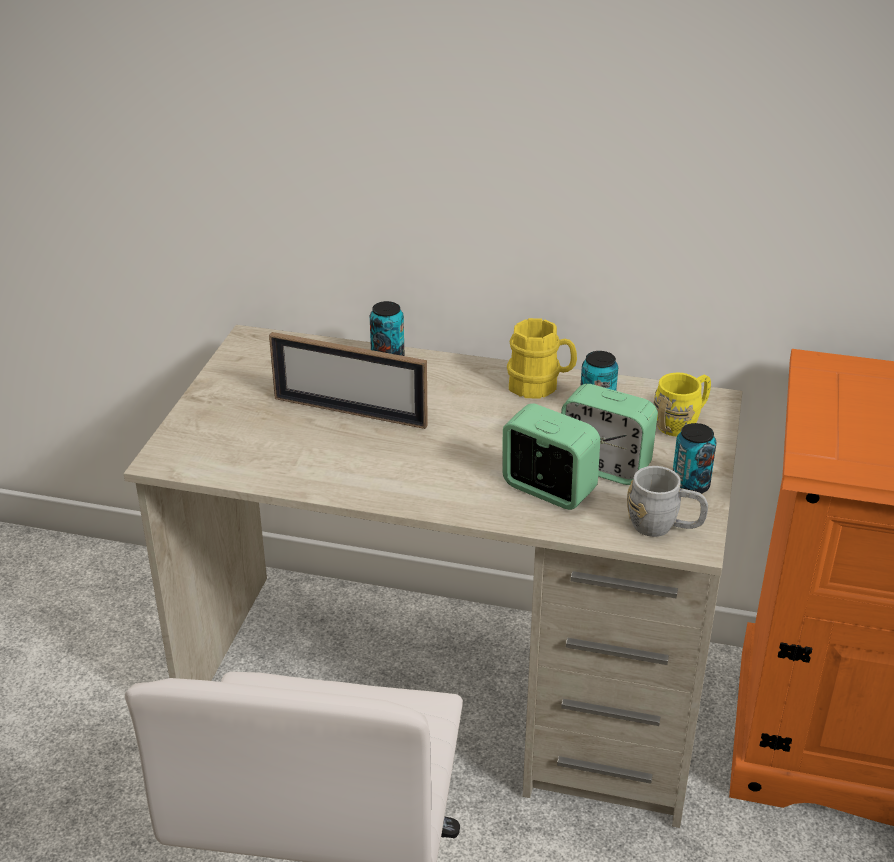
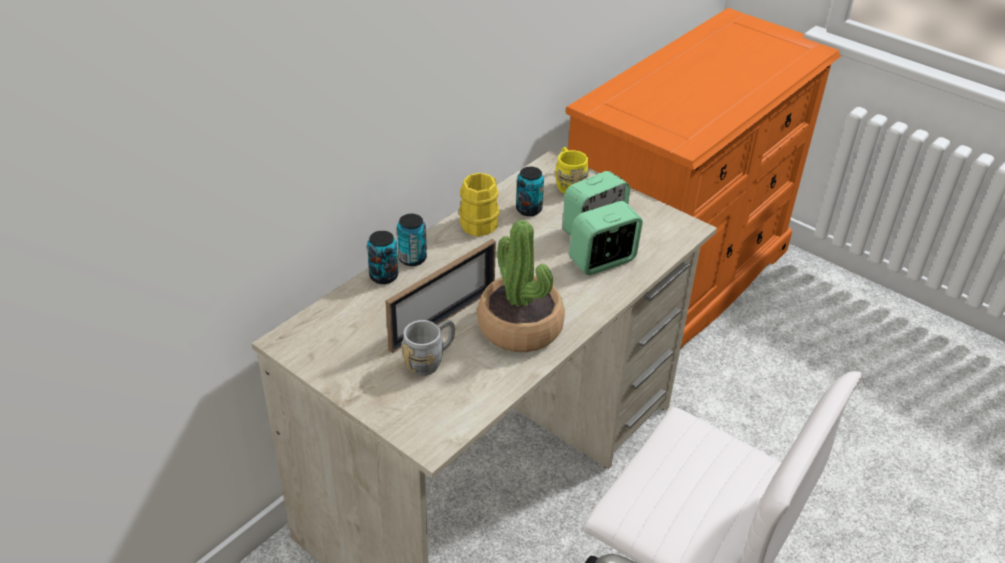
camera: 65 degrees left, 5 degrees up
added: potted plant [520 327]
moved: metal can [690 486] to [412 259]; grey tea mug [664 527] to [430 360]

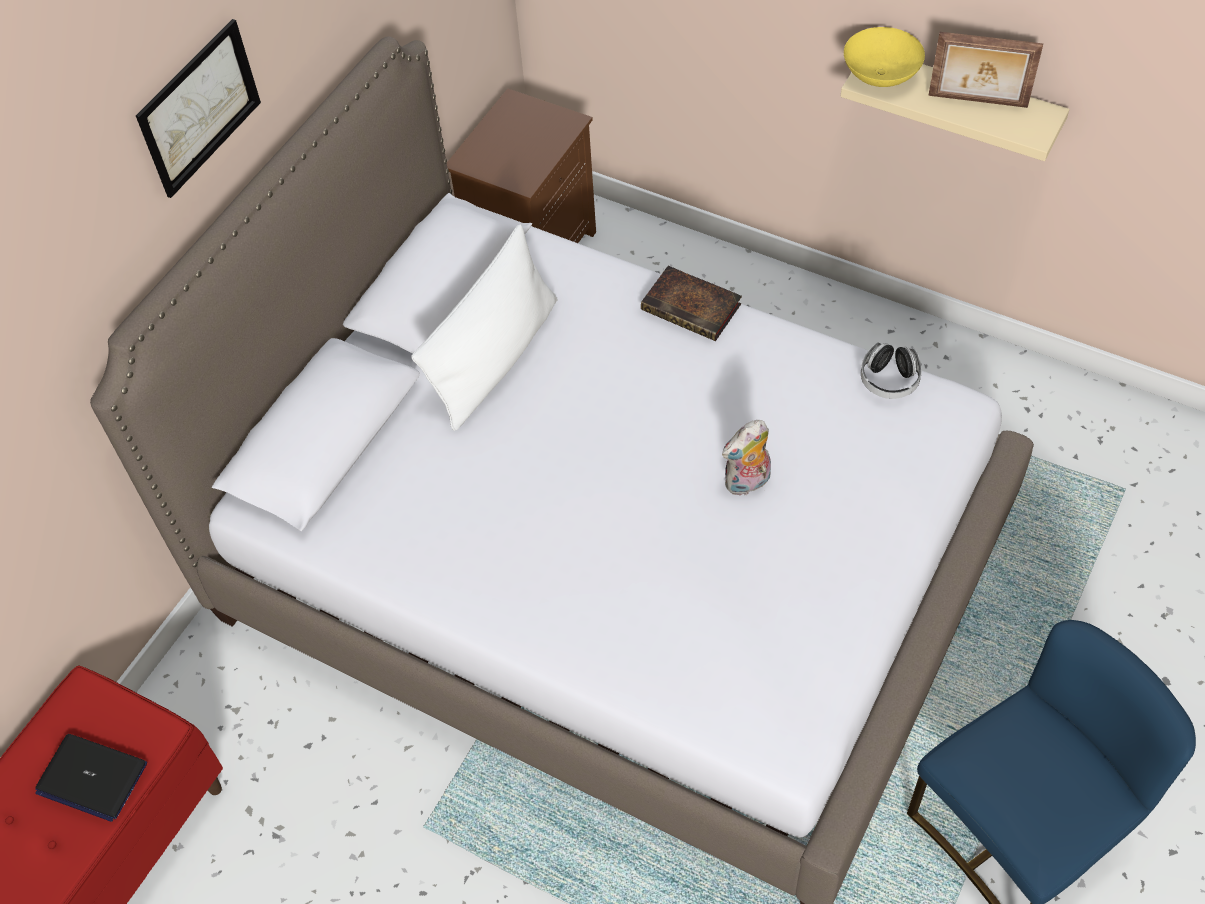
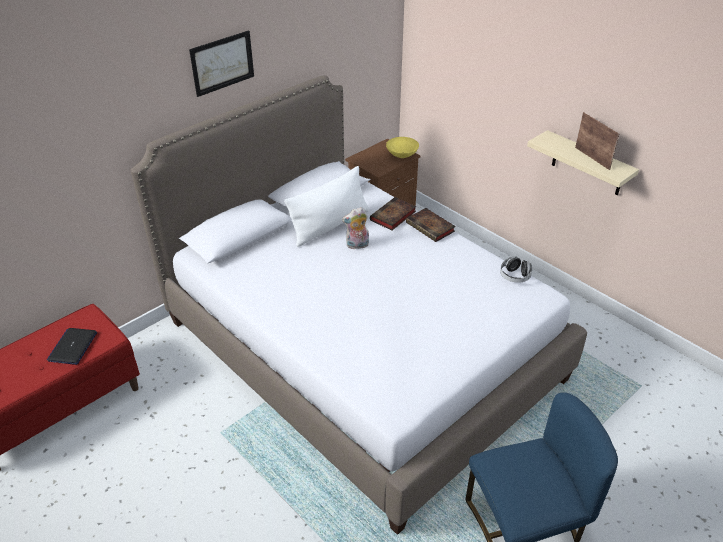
camera: 15 degrees right, 15 degrees down
added: bound book [392 216]
moved: cuddly toy [747 483] to [357 245]; yellow-coloured bowl [879 77] to [401 155]
turned: portable computer [91 778] = [73 346] 60 degrees clockwise; photo frame [977 102] = [592 158] 150 degrees counterclockwise

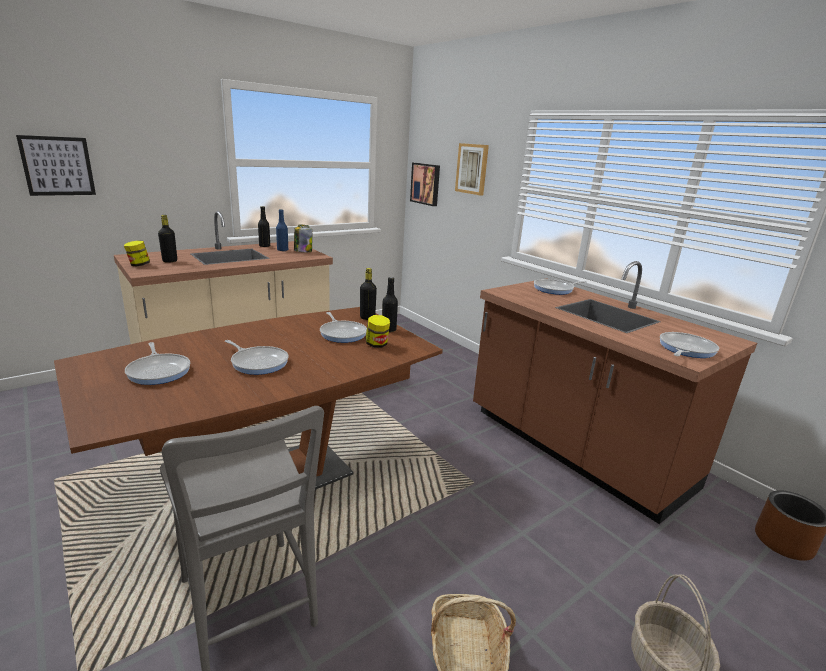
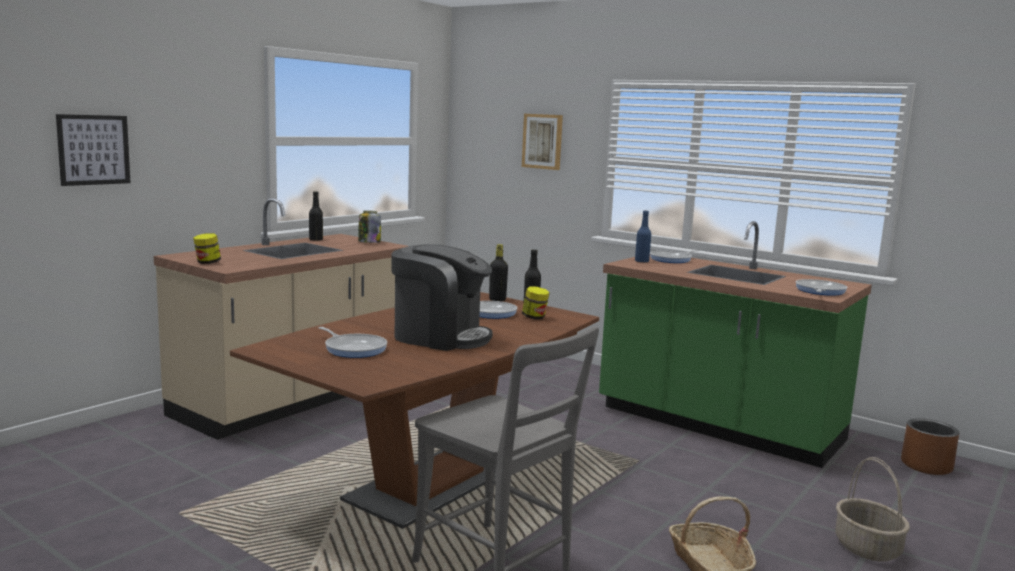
camera: 15 degrees left, 10 degrees down
removed: blackish bottle [170 261]; wall picture [426 184]
moved: bluish bottle [282 250] to [641 261]
replaced: pan [258 362] to coffee brewer [440 337]
recoloured: brown-coloured kitchen counter [574 448] to greenish kitchen counter [718 425]

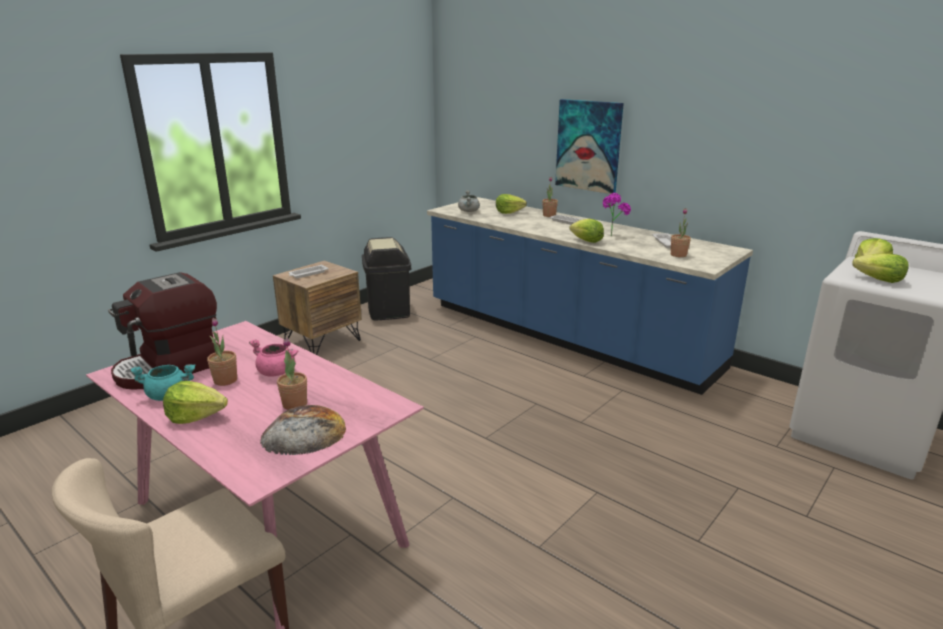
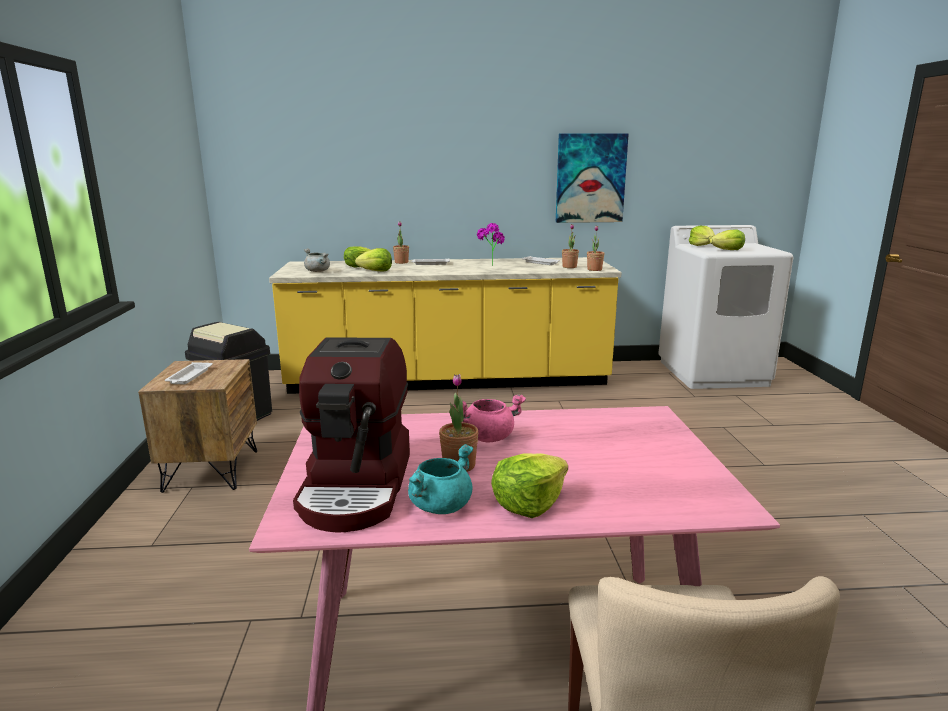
camera: 45 degrees left, 5 degrees down
removed: bread [304 433]
moved: head of lettuce [586 241] to [376 271]; wall picture [588 146] to [590 178]; potted plant [295 404] to [594 269]
recoloured: bluish kitchen counter [566 336] to yellow-coloured kitchen counter [448 380]

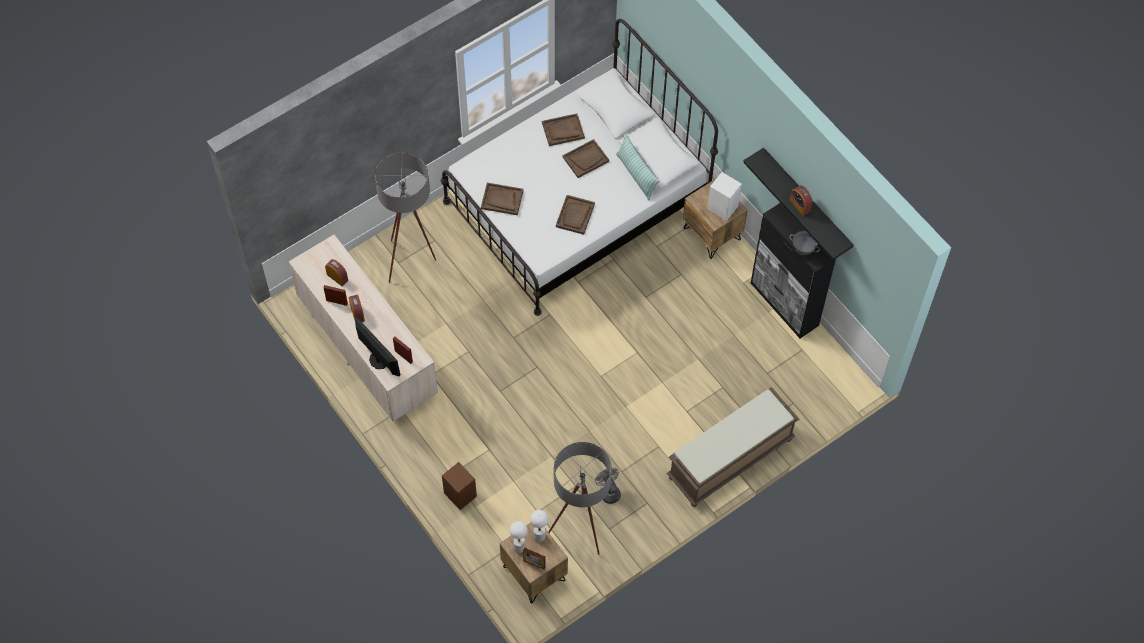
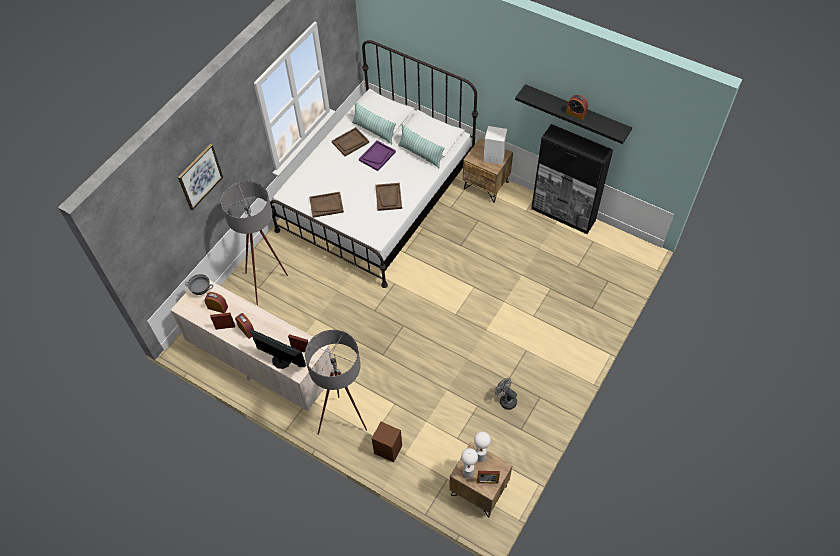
camera: 20 degrees left, 5 degrees down
removed: brown-coloured long seat [730 459]
added: wall picture [200 176]; cushion [374 131]
moved: grey bowl [803 249] to [201 291]; grey standard lamp [580 537] to [346 422]
recoloured: brown-coloured tray [585 159] to purplish tray [377 156]

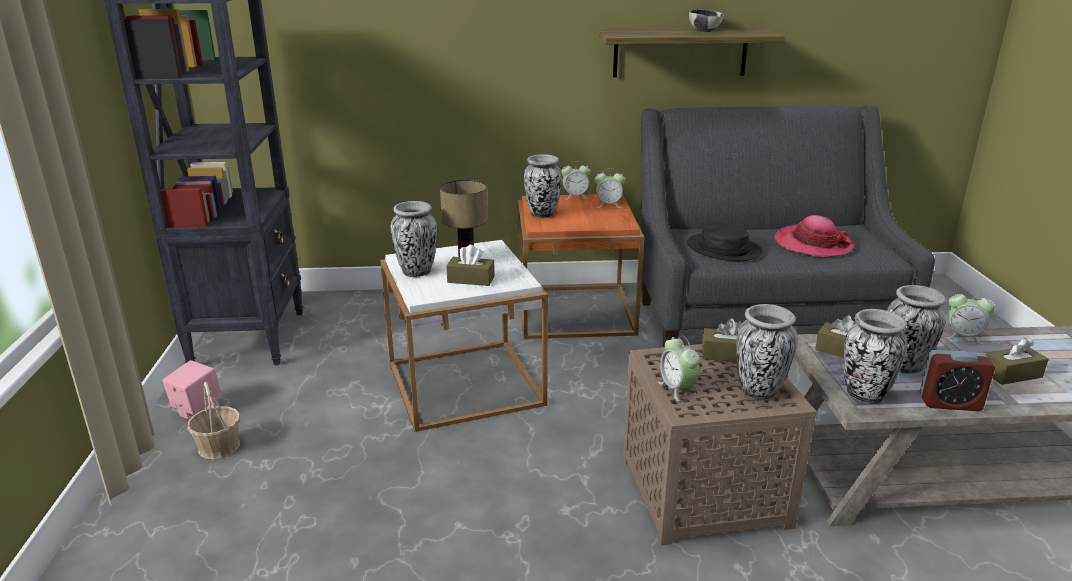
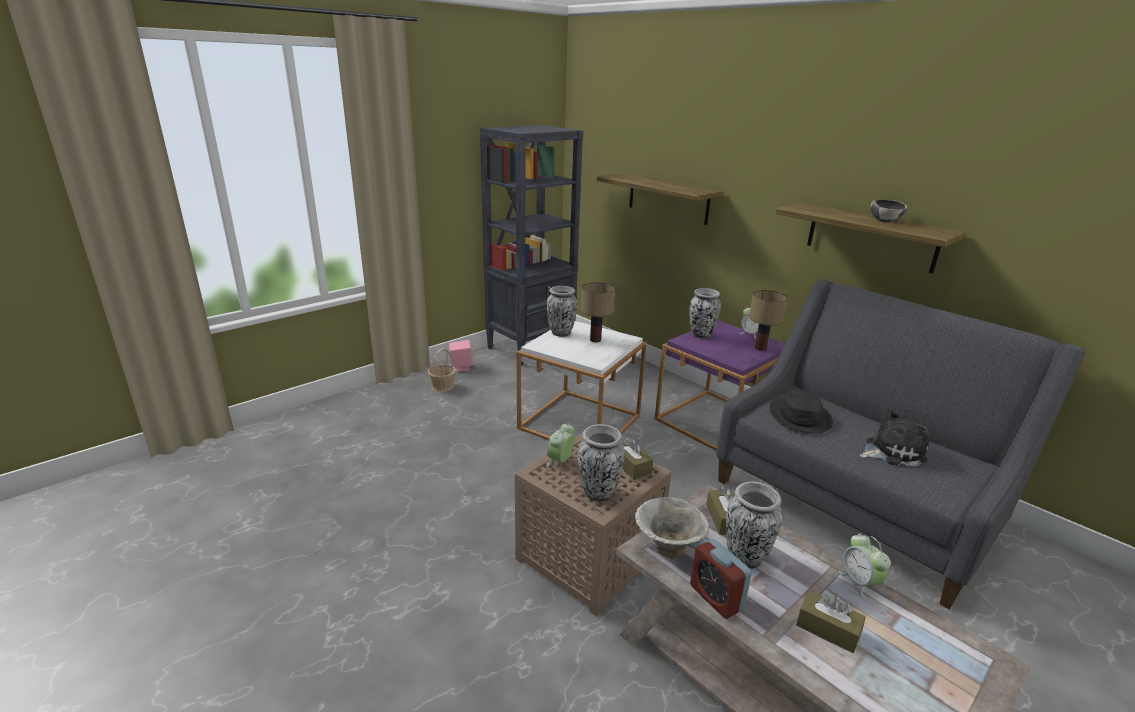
camera: 50 degrees right, 0 degrees up
removed: brown-coloured box of tissues [471 279]
added: bracket shelf [668 198]
replaced: flower vase [864 395] to bowl [667 547]; table clock [608 205] to lamp for a table [761 348]; clothing hat [812 244] to cuddly toy [891 451]
recoloured: orange-coloured accent table [575 311] to purplish accent table [717 422]

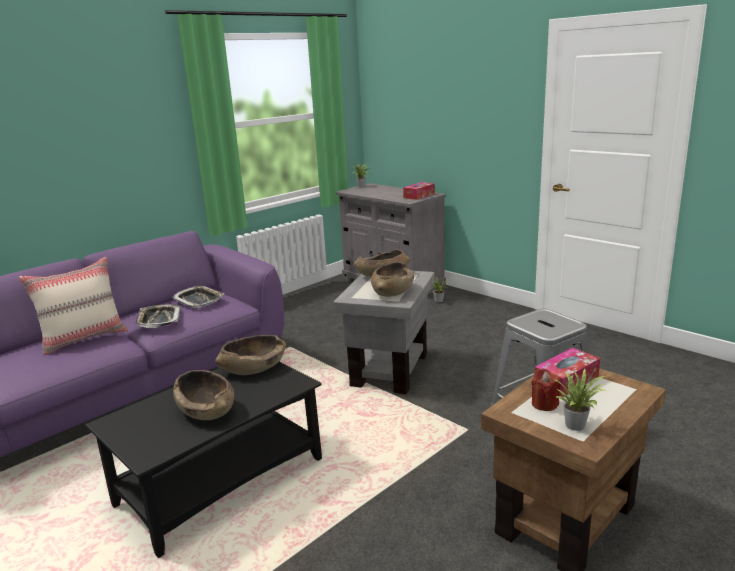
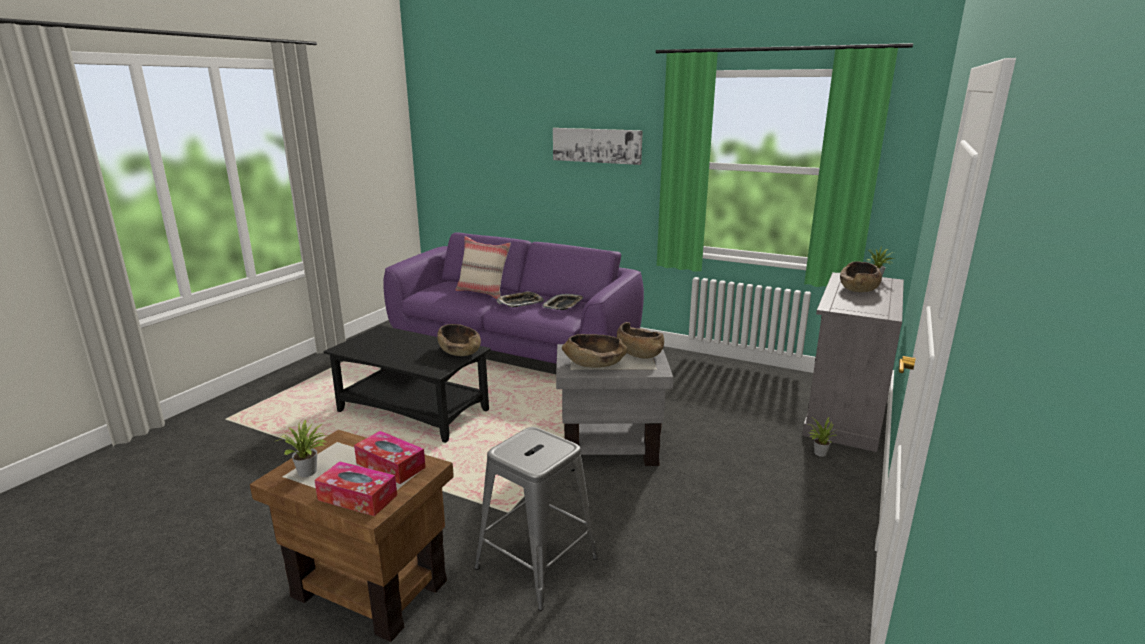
camera: 70 degrees right, 0 degrees up
removed: red-coloured candle [544 404]
added: wall picture [597 145]
moved: box of tissues [419 195] to [357 497]; brown-coloured bowl [207 410] to [859 289]

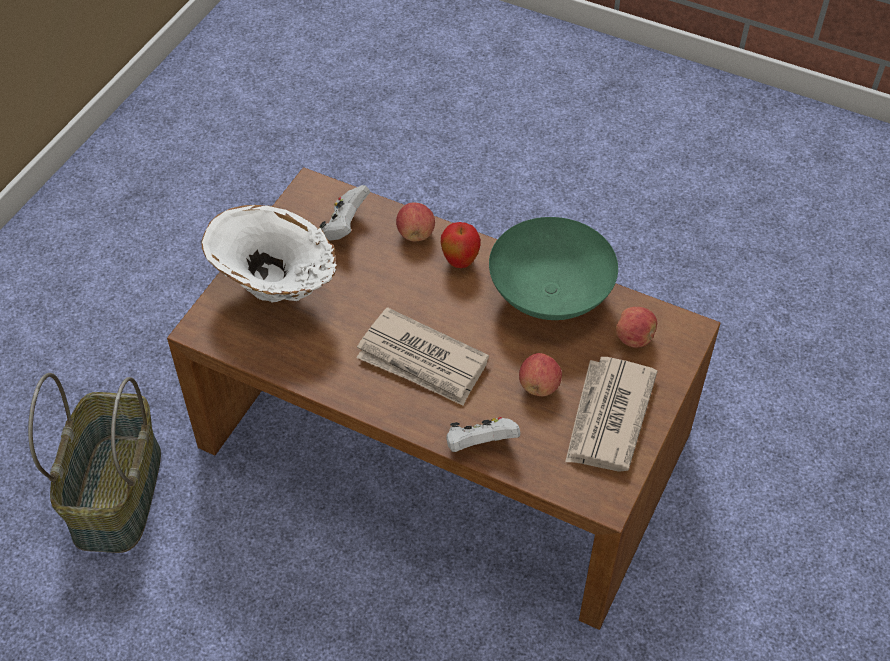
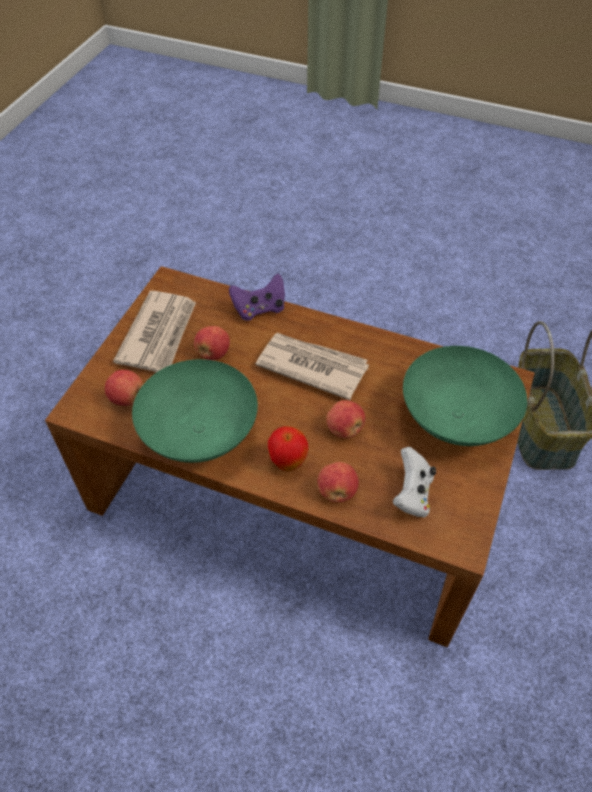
camera: 175 degrees right, 0 degrees up
added: apple [344 429]
replaced: white-coloured flower vase [276 293] to greenish bowl [456 417]
recoloured: white-coloured gamepad [480 445] to purplish gamepad [259 309]

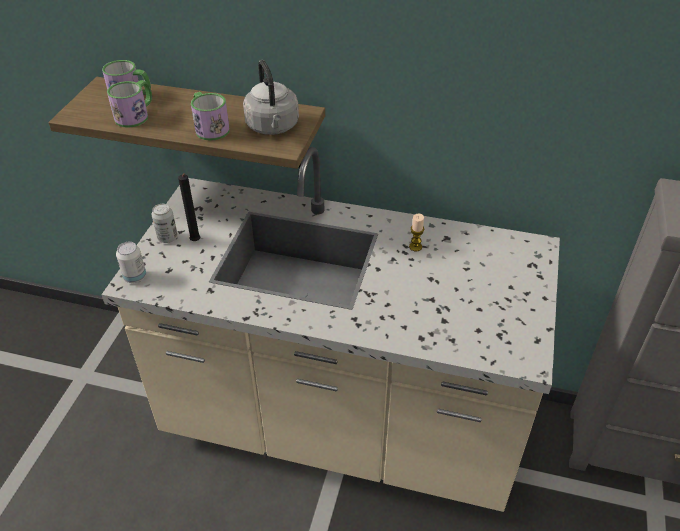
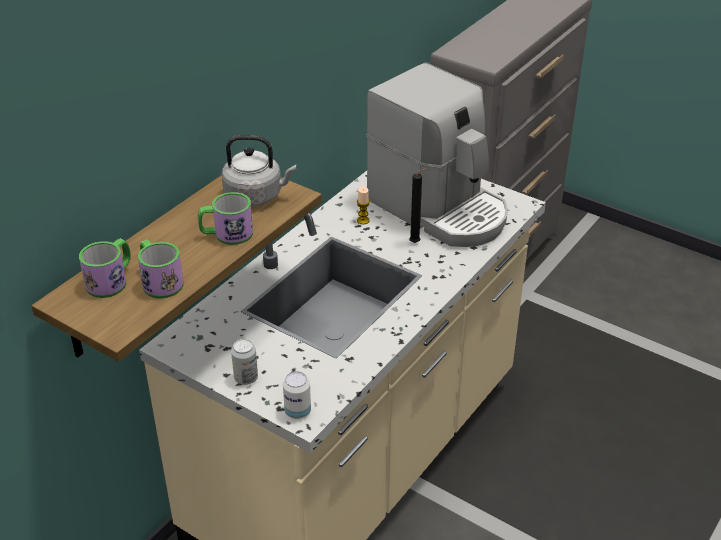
camera: 70 degrees left, 5 degrees down
added: coffee brewer [440 209]
moved: blackish candle [195 242] to [416 243]

